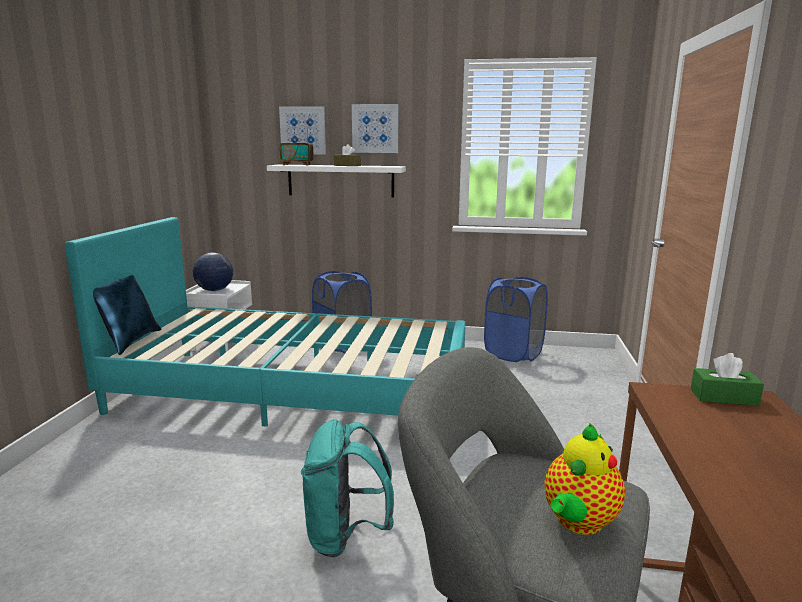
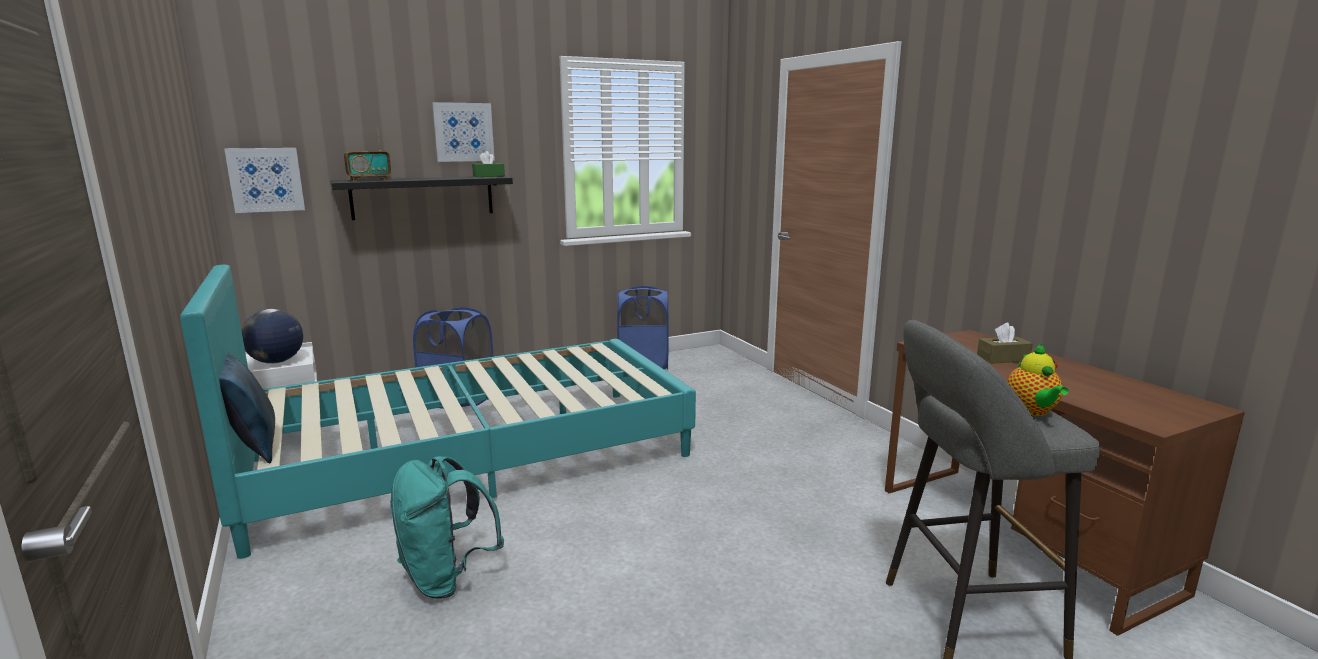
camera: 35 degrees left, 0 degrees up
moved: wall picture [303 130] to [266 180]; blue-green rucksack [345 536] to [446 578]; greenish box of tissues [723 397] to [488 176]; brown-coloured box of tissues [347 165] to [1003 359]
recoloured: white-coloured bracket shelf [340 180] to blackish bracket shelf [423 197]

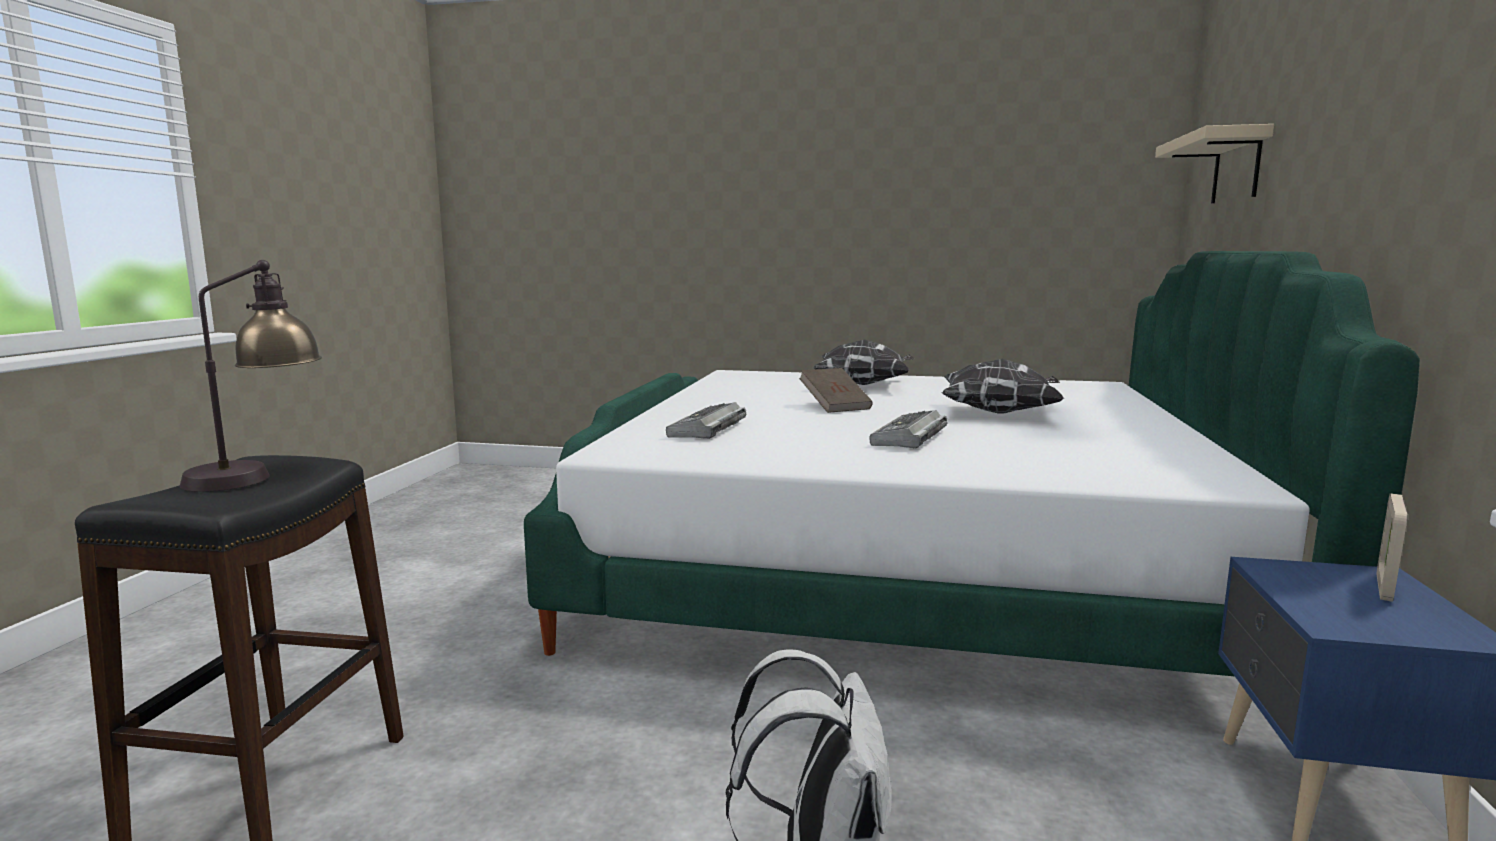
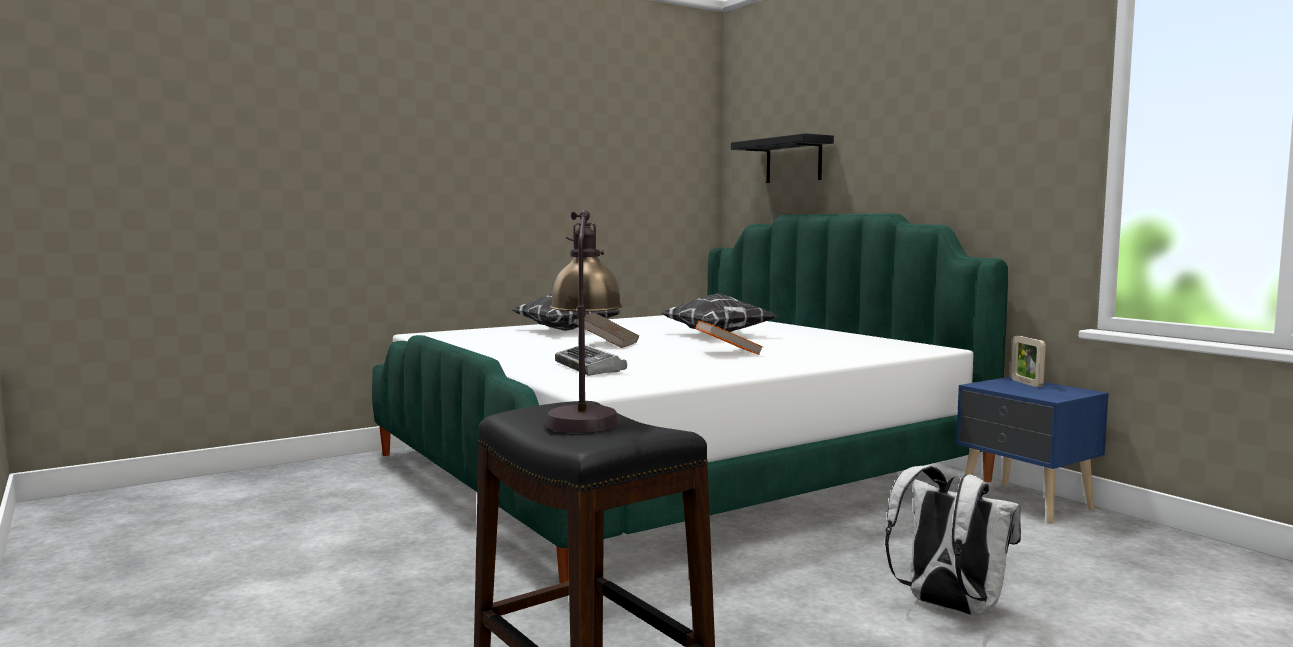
camera: 45 degrees left, 5 degrees down
replaced: computer keyboard [909 438] to orange-coloured bound book [728 353]
recoloured: beige-coloured bracket shelf [1236 168] to blackish bracket shelf [793 160]

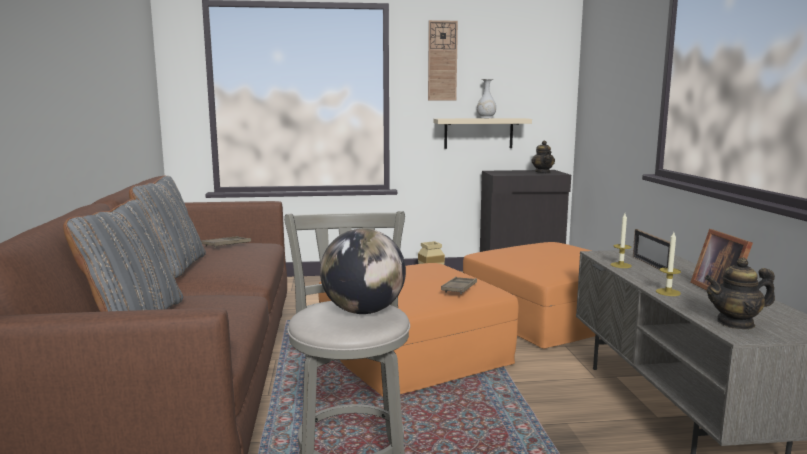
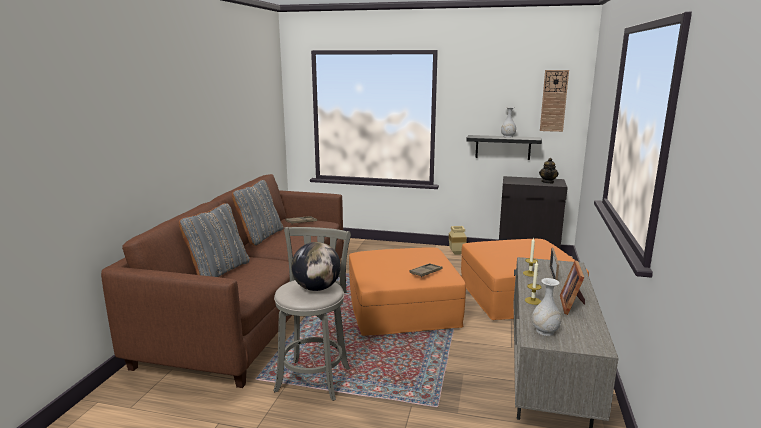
camera: 20 degrees right, 5 degrees up
moved: hanging clock [442 61] to [554 101]
replaced: tea pot [736 323] to white-coloured flower vase [545 331]
recoloured: beige-coloured bracket shelf [478 133] to blackish bracket shelf [503 147]

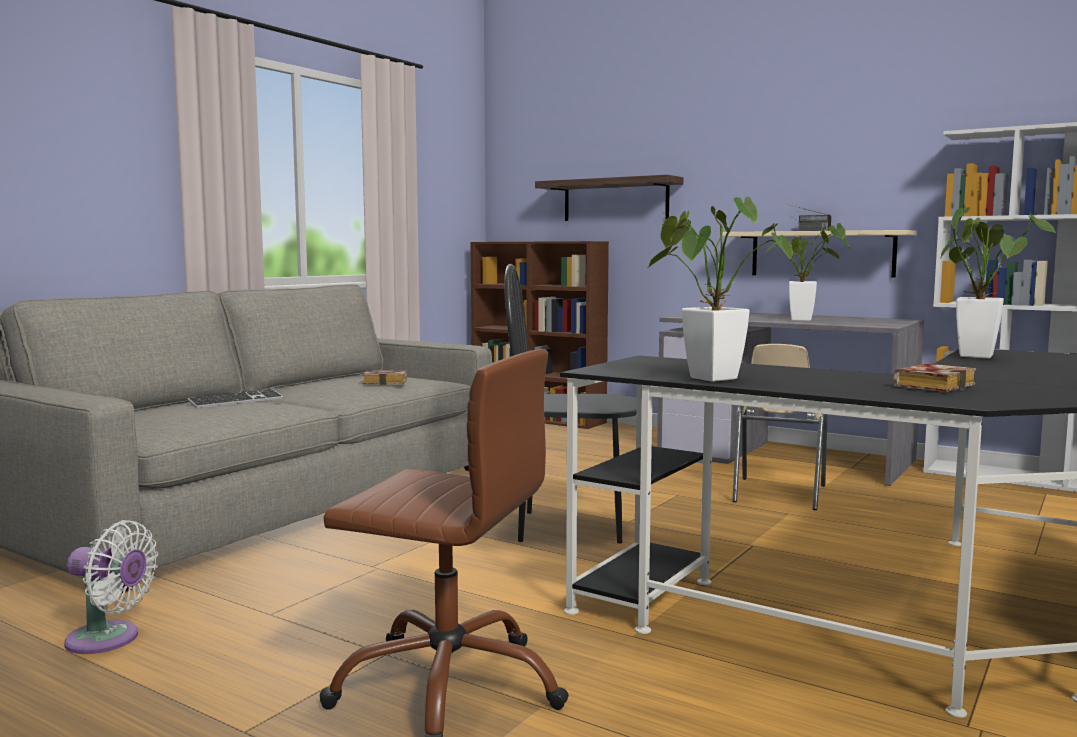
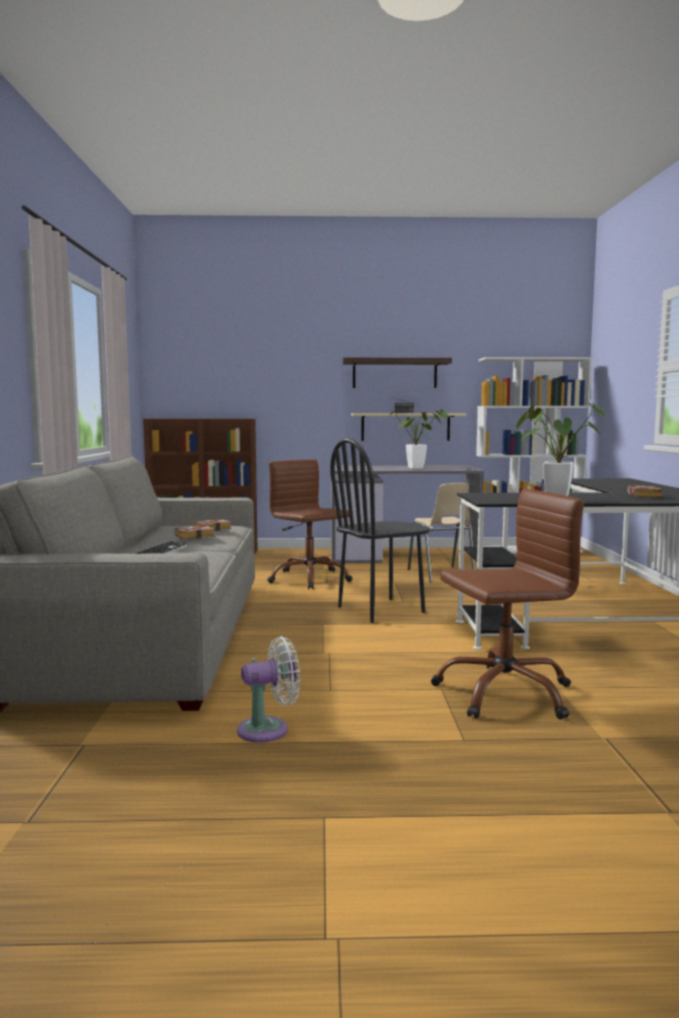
camera: 35 degrees left, 0 degrees up
removed: potted plant [977 355]
added: bound book [195 536]; brown-coloured desk chair [309 579]
moved: bracket shelf [615 200] to [394 373]

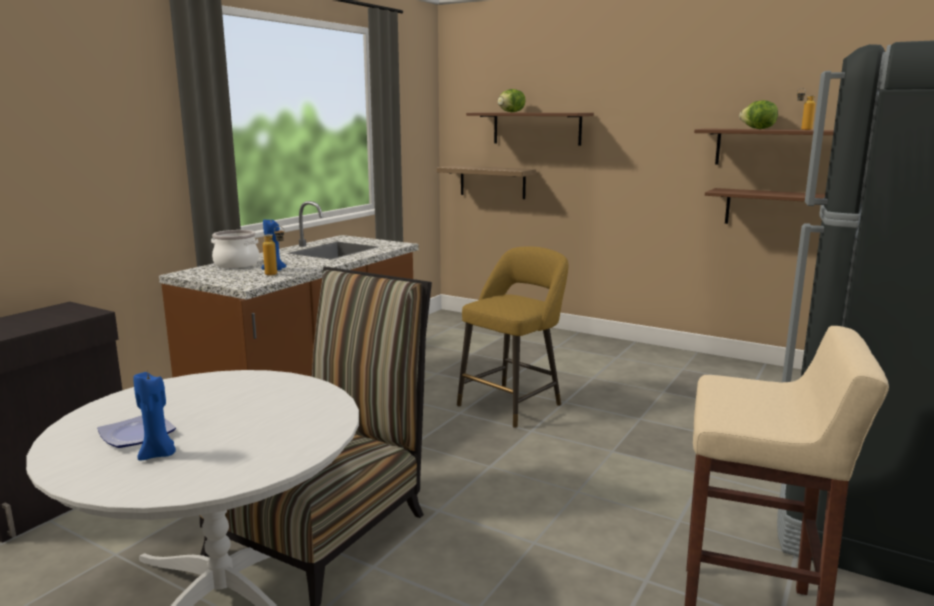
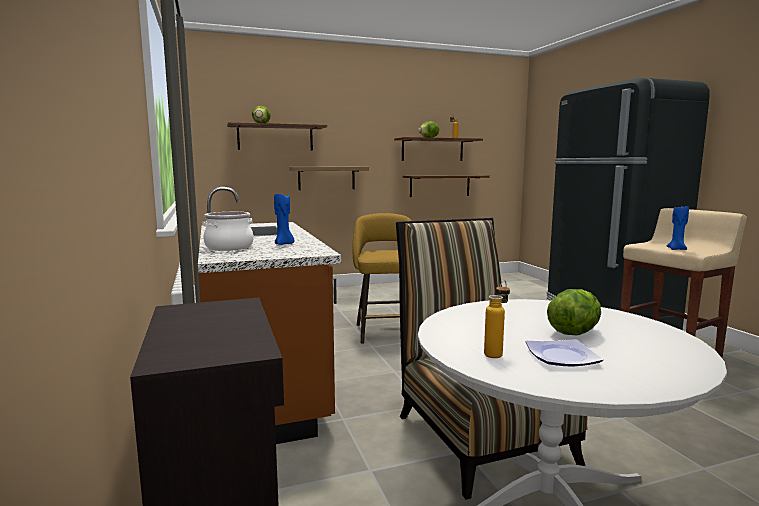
camera: 50 degrees left, 5 degrees down
added: head of lettuce [573 332]
moved: bracket shelf [492 182] to [326 178]; bottle [276 274] to [496 353]; bluish candle [159 455] to [677 249]

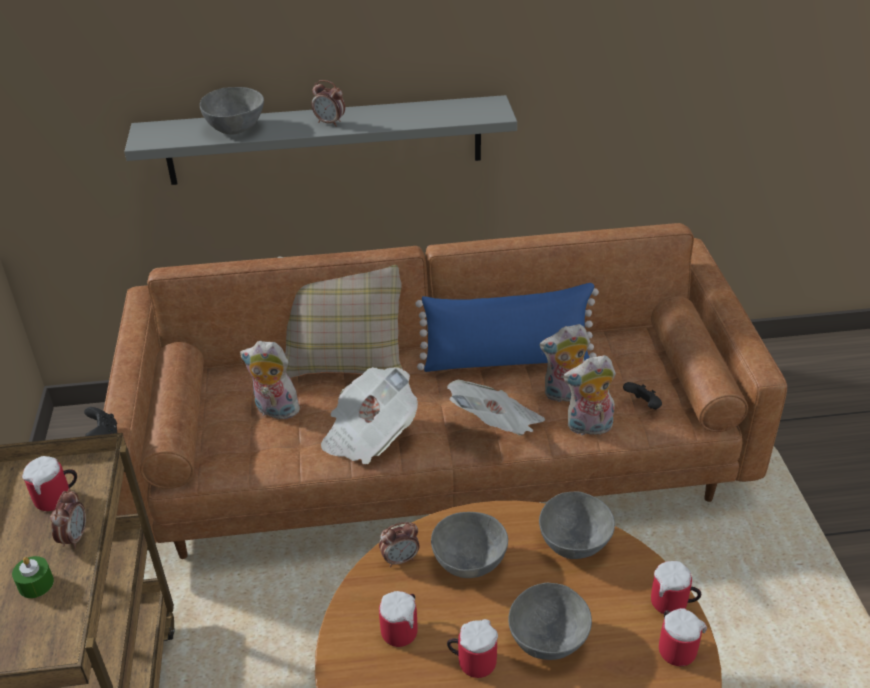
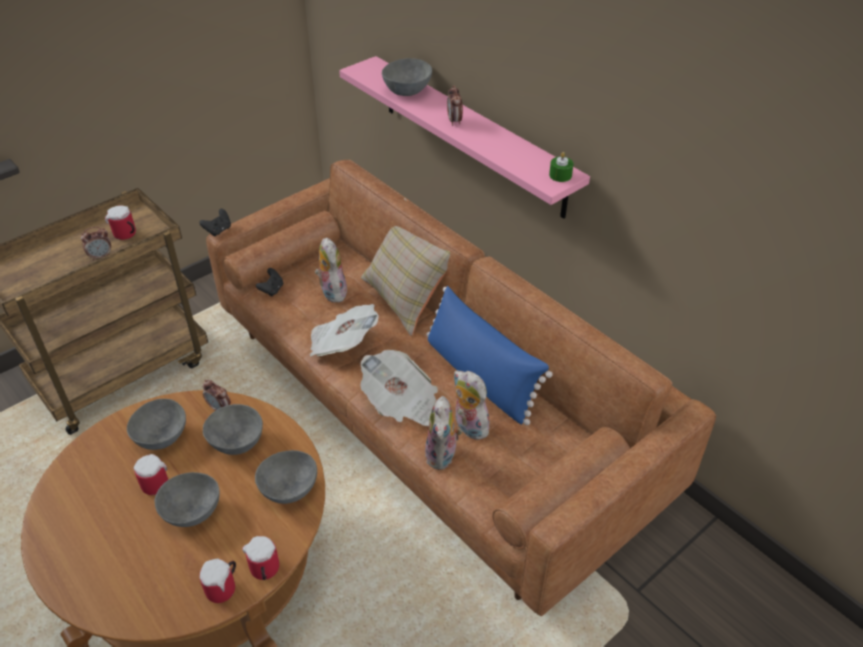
camera: 55 degrees right, 5 degrees up
moved: blackish gamepad [643 405] to [272 290]; greenish candle [36 584] to [560 175]
replaced: tea mug [403 629] to grey bowl [163 437]
recoloured: grey bracket shelf [324 140] to pink bracket shelf [471 135]
turned: cuddly toy [588 428] = [443 456] 135 degrees counterclockwise

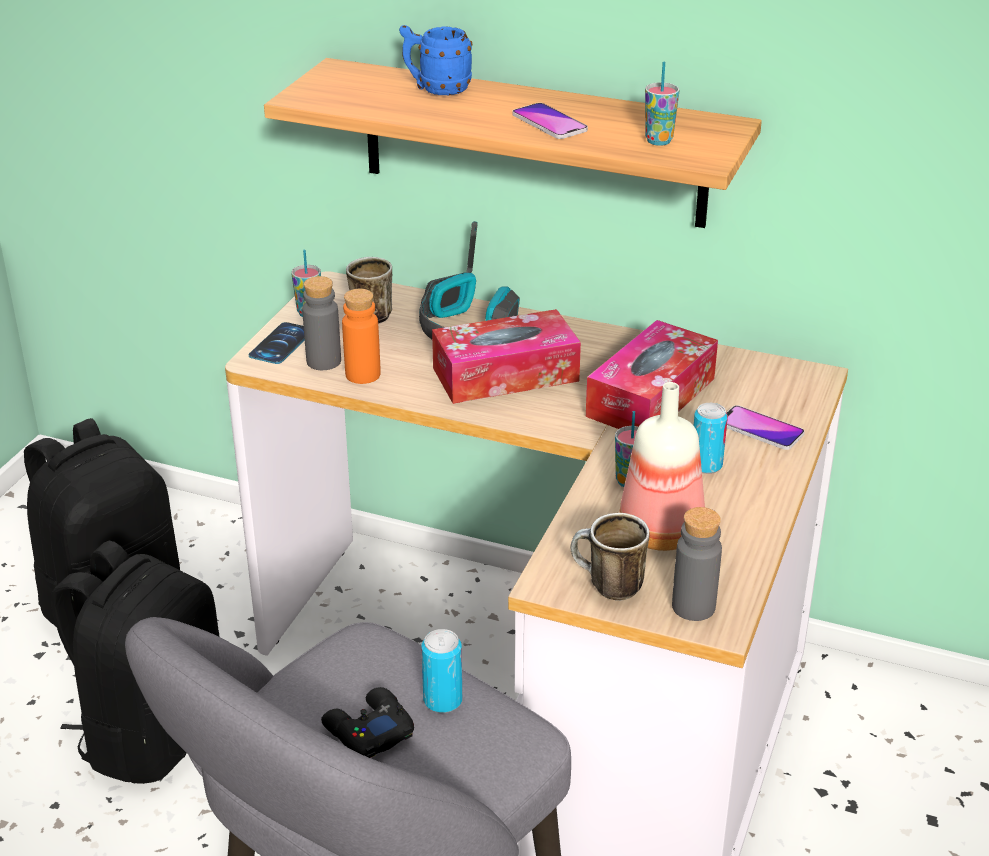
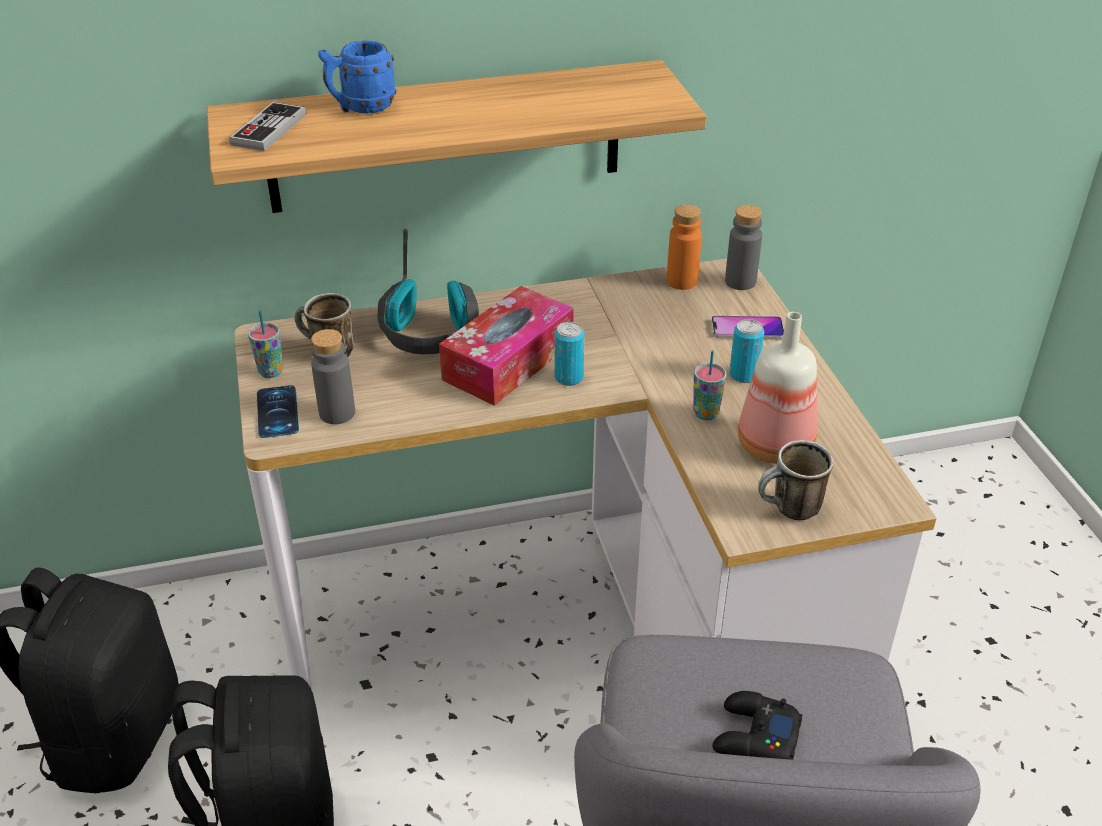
camera: 35 degrees left, 5 degrees up
removed: handset [549 123]; box of tissues [651 397]; drinking cup [658 141]
added: gamepad [269 129]
moved: metal can [442 700] to [569 378]; orange-coloured bottle [363 374] to [682 281]; grey bottle [693 607] to [740 282]

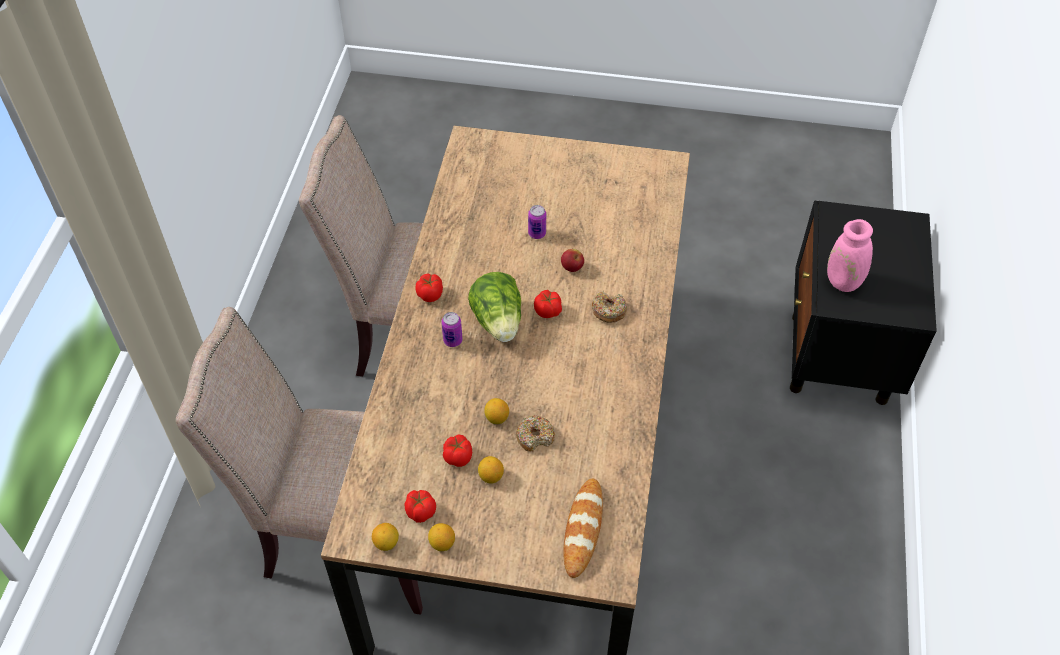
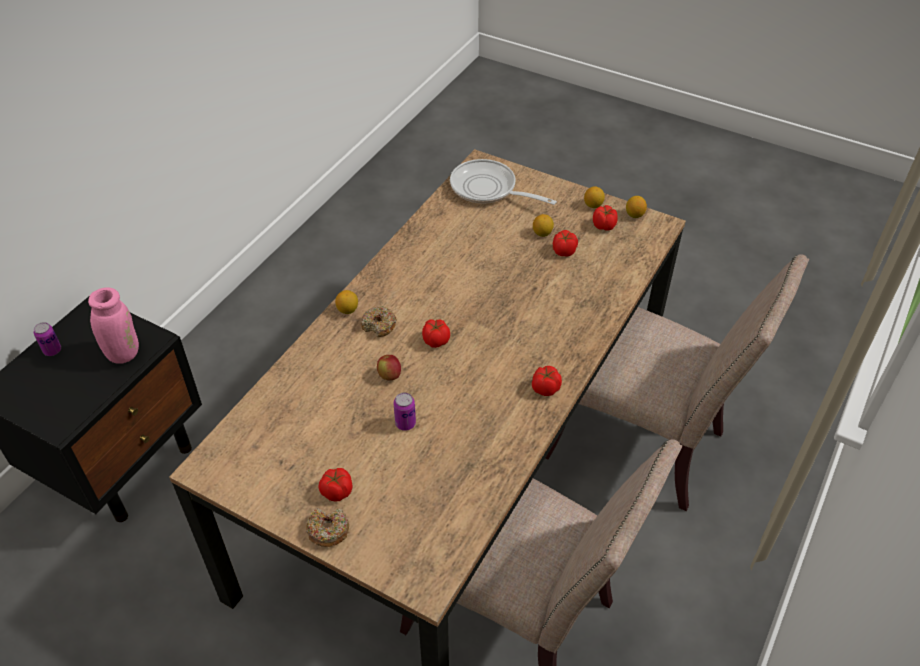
camera: 160 degrees left, 5 degrees down
removed: head of lettuce [498 322]
added: fresh tomato [336 492]
moved: metal can [453 340] to [52 350]; ring doughnut [535 437] to [328 530]; lemon [496 418] to [348 310]
replaced: bread [583 529] to pan [488 189]

